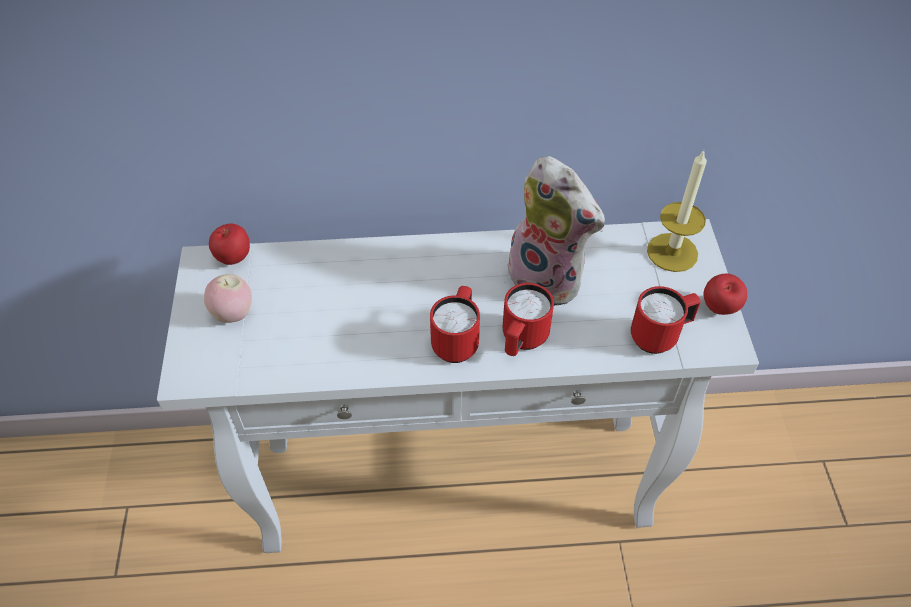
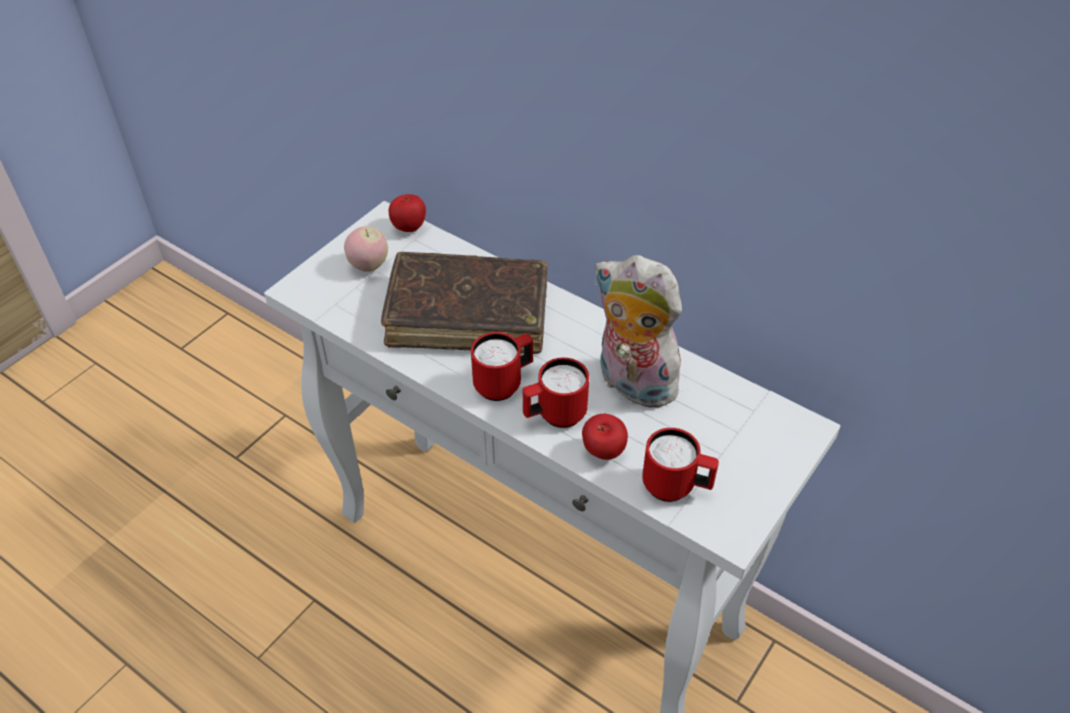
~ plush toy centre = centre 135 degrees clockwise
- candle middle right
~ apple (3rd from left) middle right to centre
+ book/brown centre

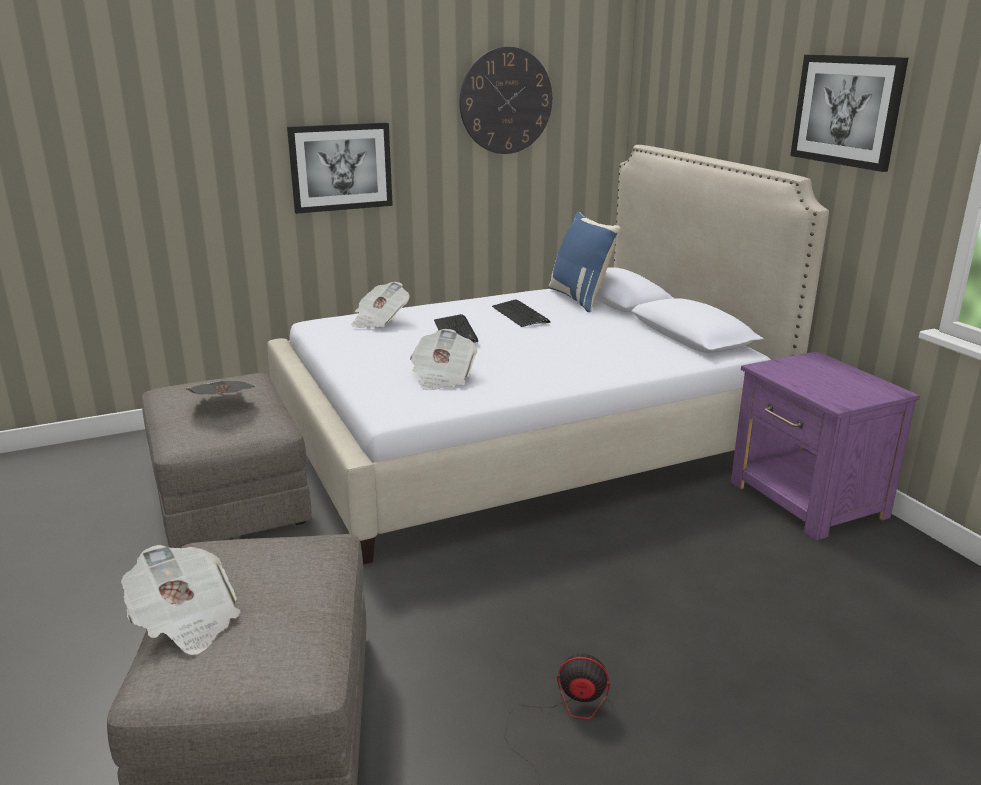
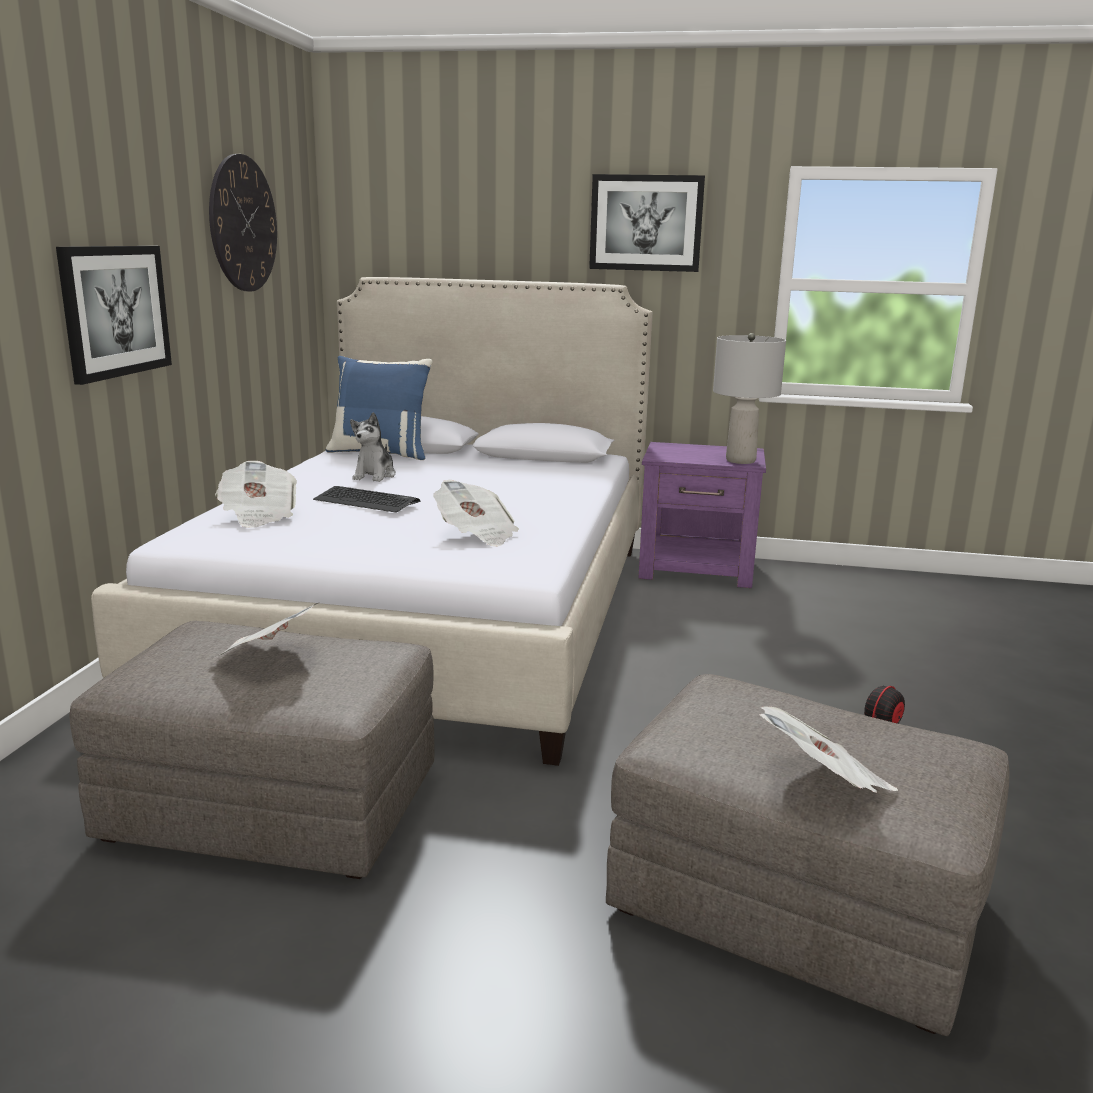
~ keyboard (2nd from left) centre to plush toy centre
+ table lamp/grey middle right

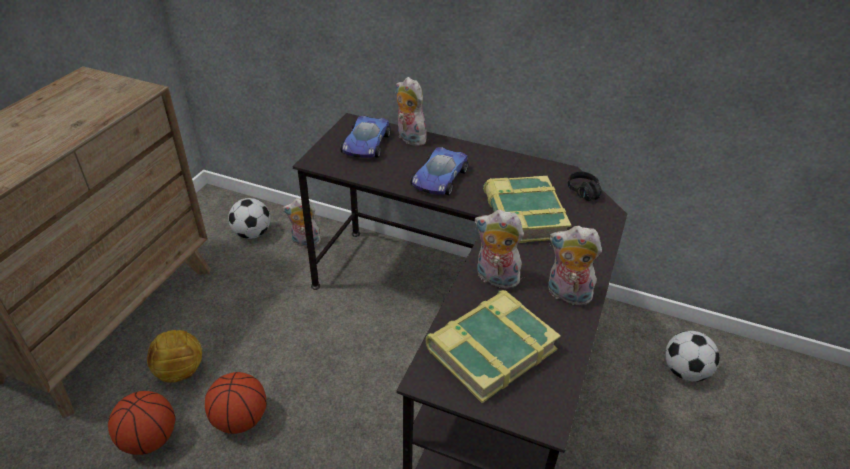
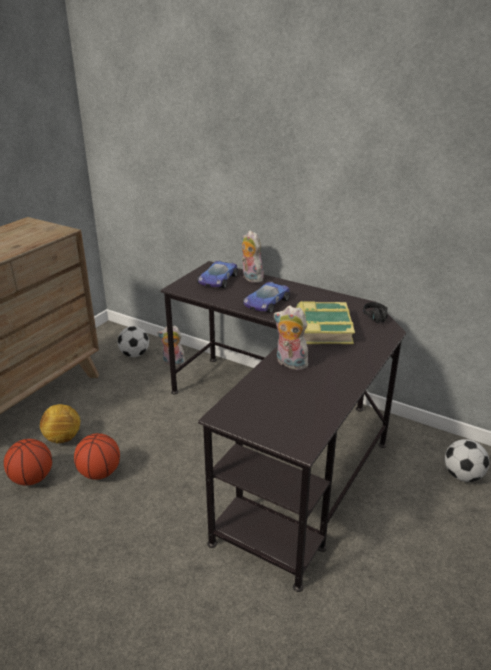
- book (1st from left) bottom centre
- plush toy (4th from left) middle right

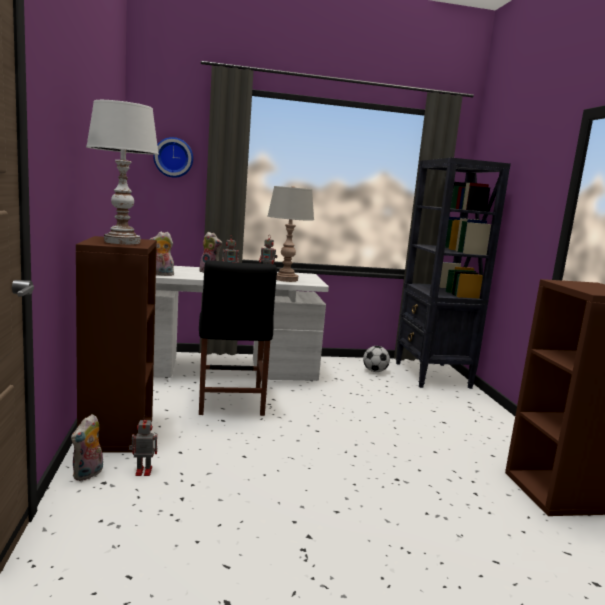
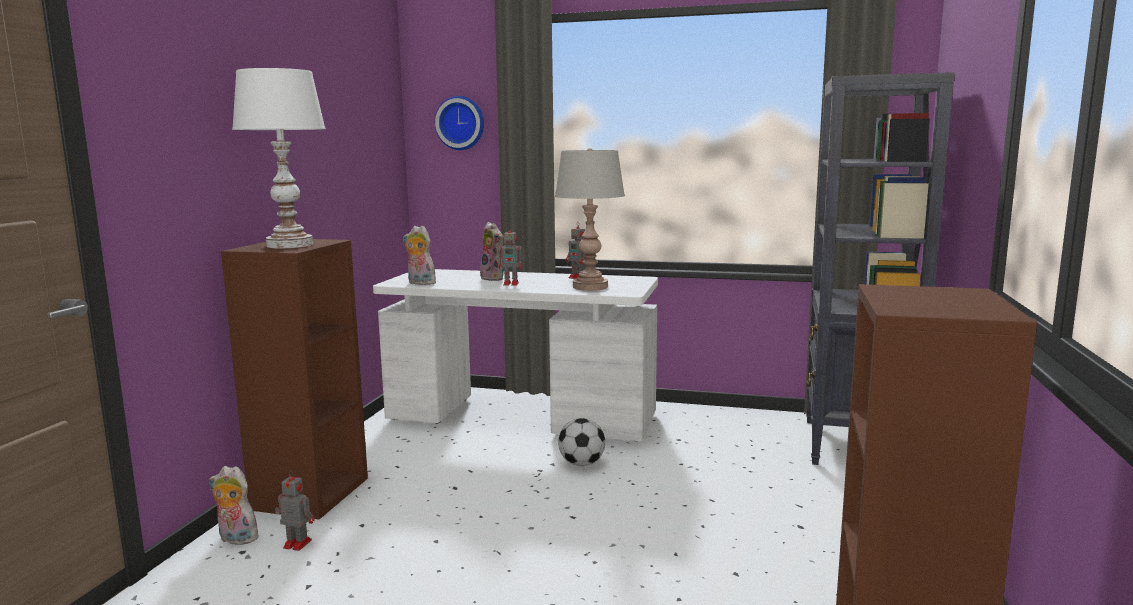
~ plush toy (1st from left) bottom left = bottom left 60 degrees clockwise
- chair/black centre
~ football centre to bottom centre

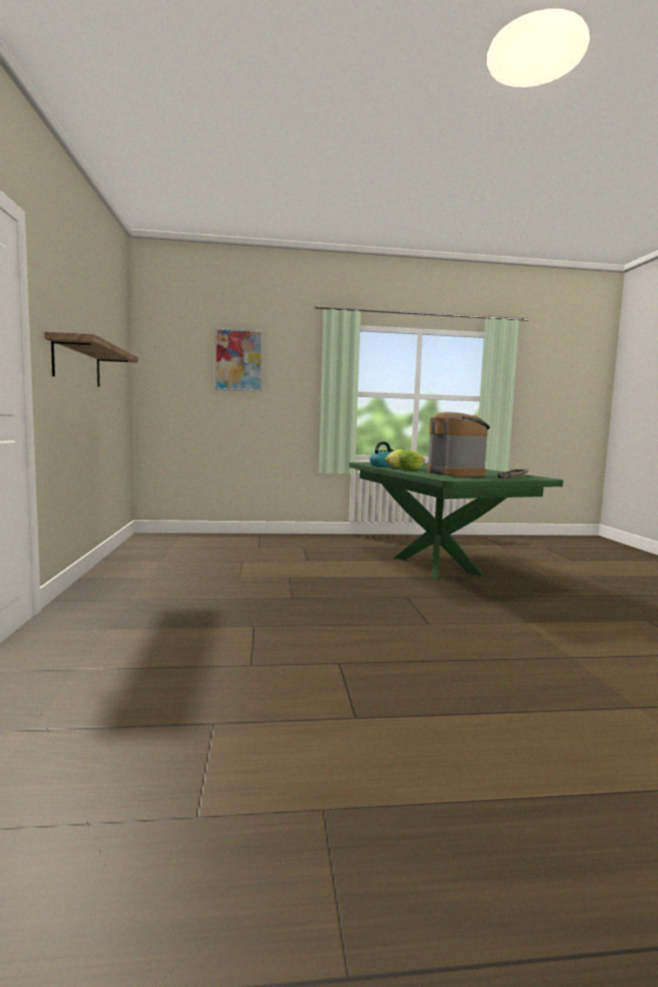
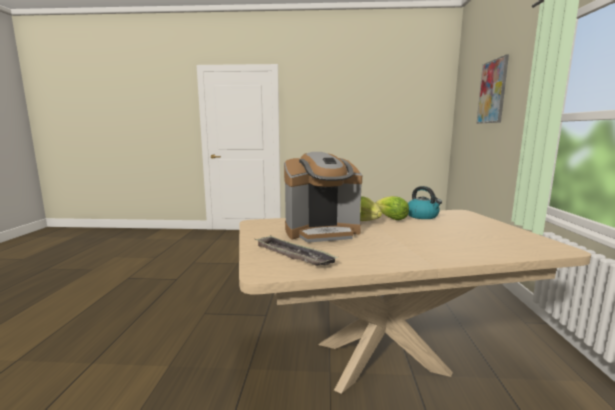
- shelf middle left
~ dining table/green middle right to dining table/beige bottom right

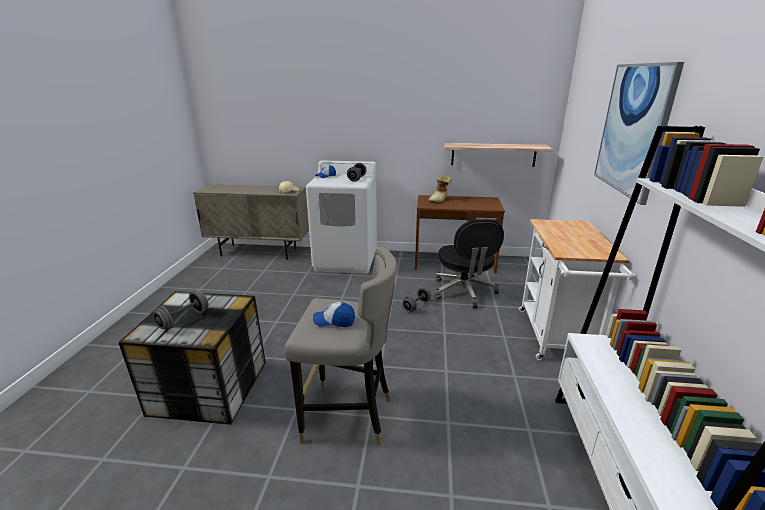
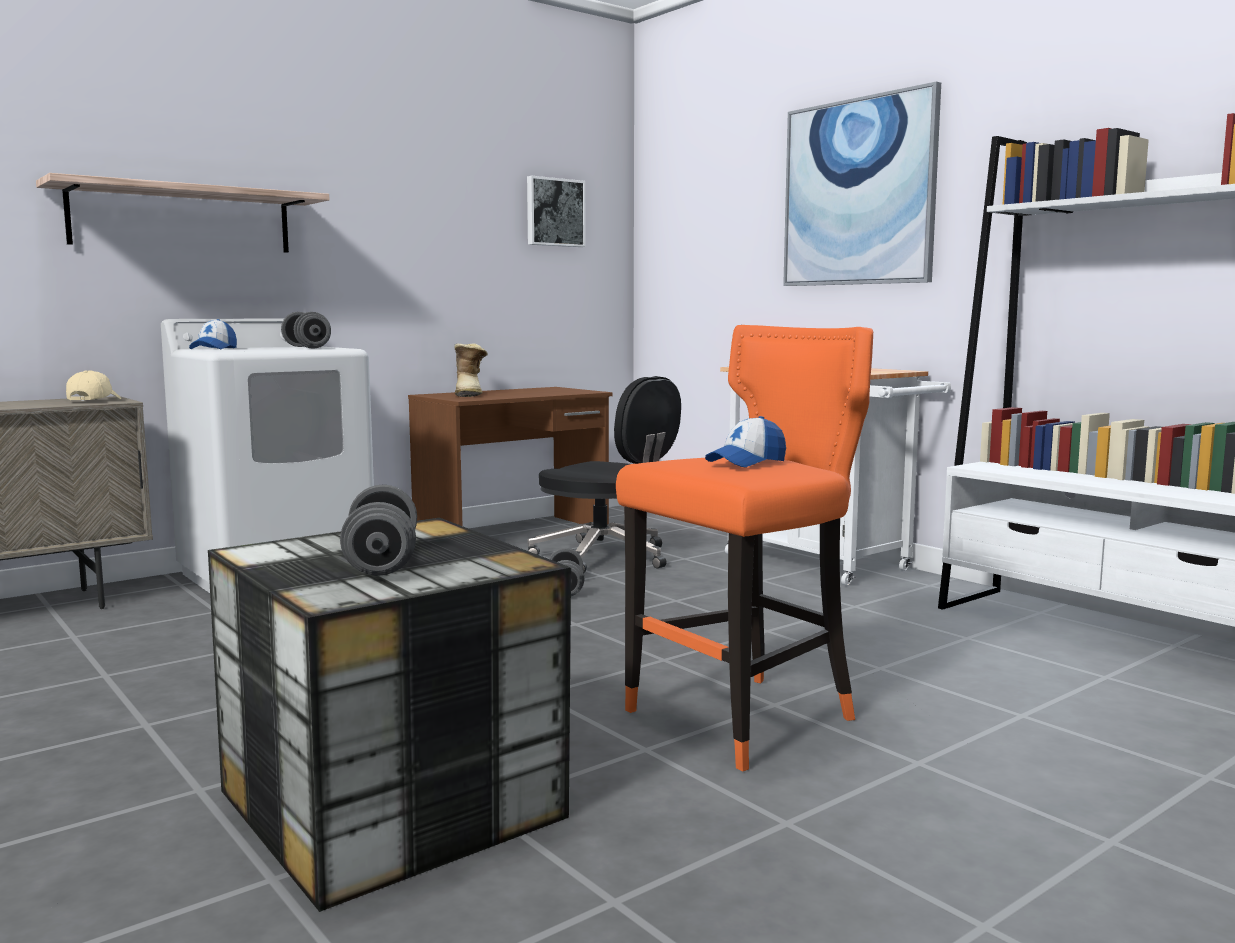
~ stool/grey bottom centre to stool/orange centre
~ shelf top centre to top left
+ picture (1st from left) top centre

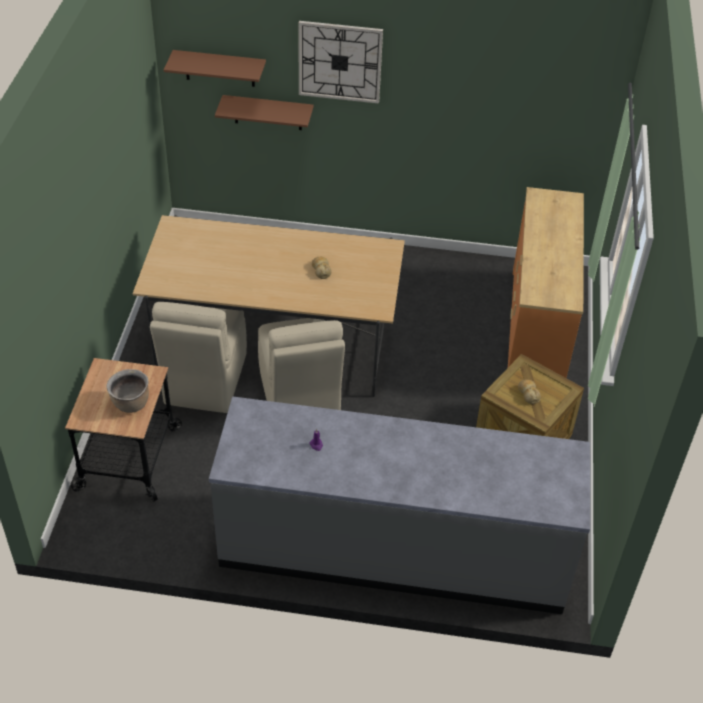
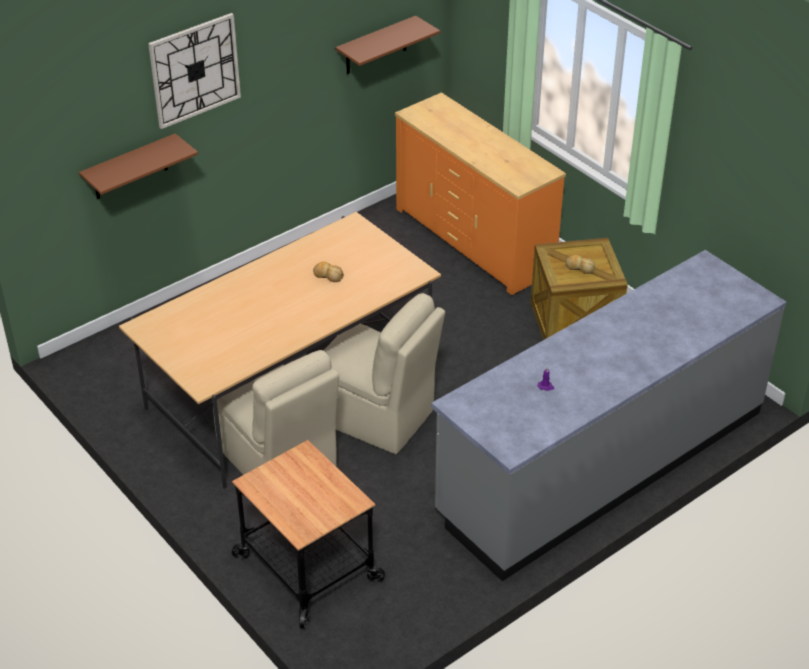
- cooking pot/brown middle left
~ shelf/brown (1st from left in the first image) top left to shelf/brown (2nd from left) top centre

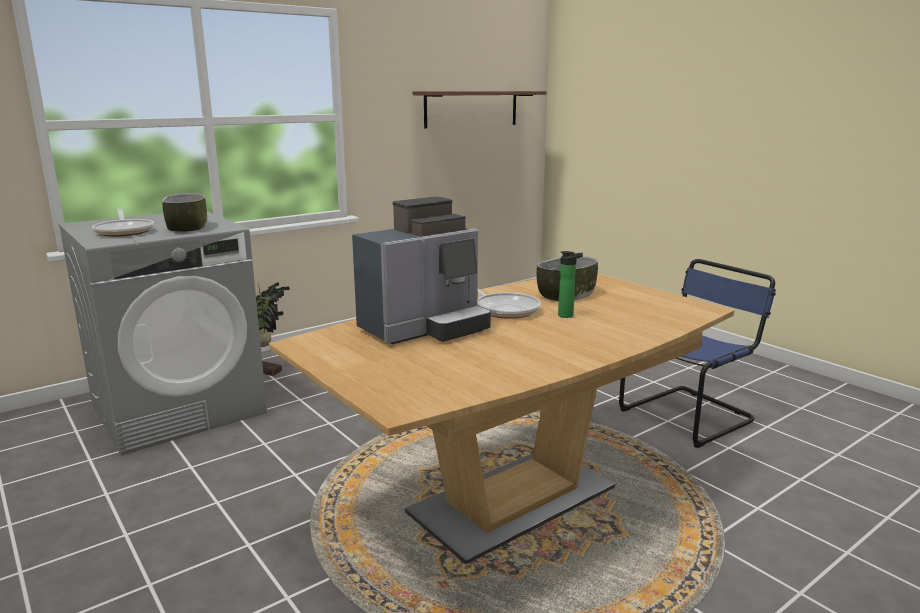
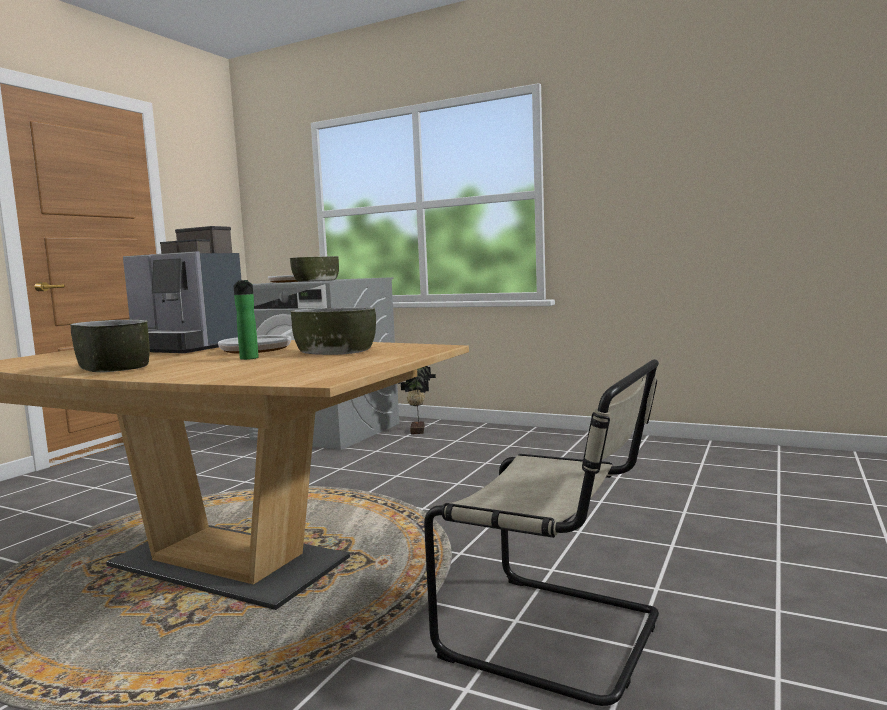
- shelf top centre
~ chair/blue middle right to chair/beige bottom centre
+ bowl (1st from left) middle left

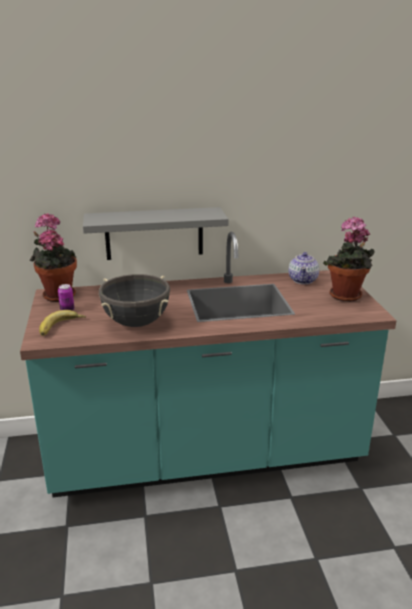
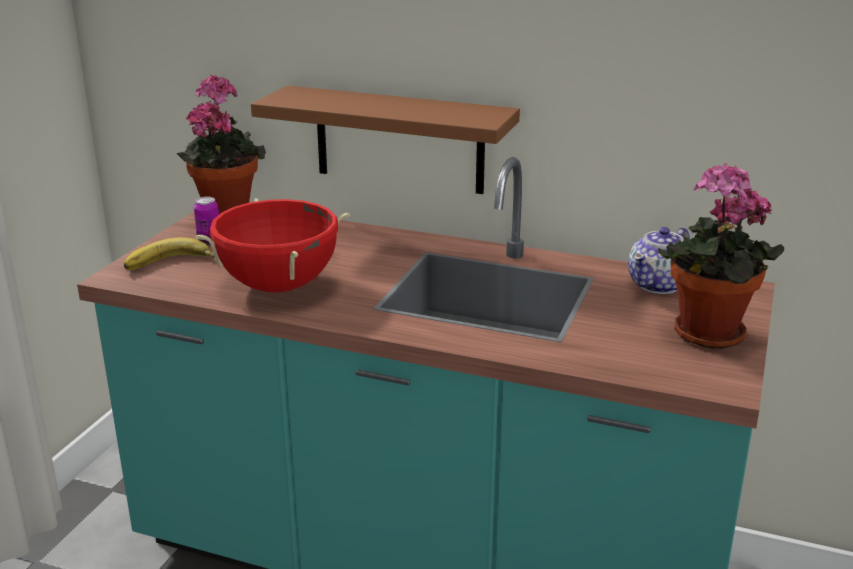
~ shelf/grey centre to shelf/brown top centre
~ cooking pot/black middle left to cooking pot/red middle left

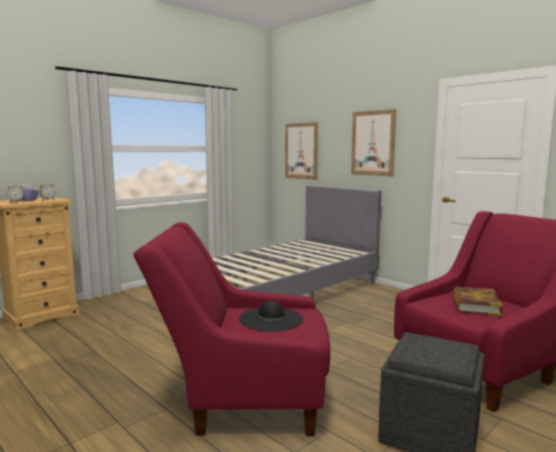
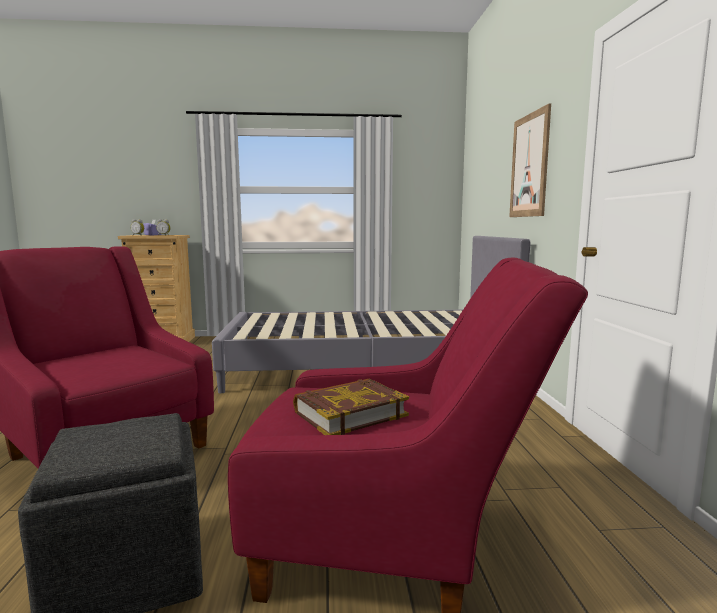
- hat/black bottom centre
- picture (1st from left) centre

